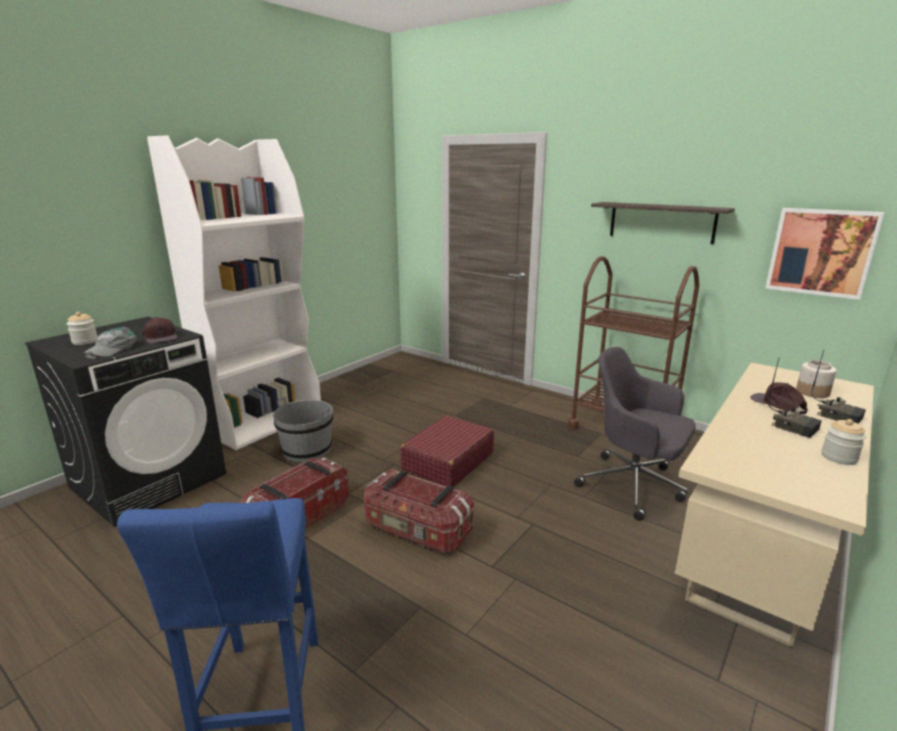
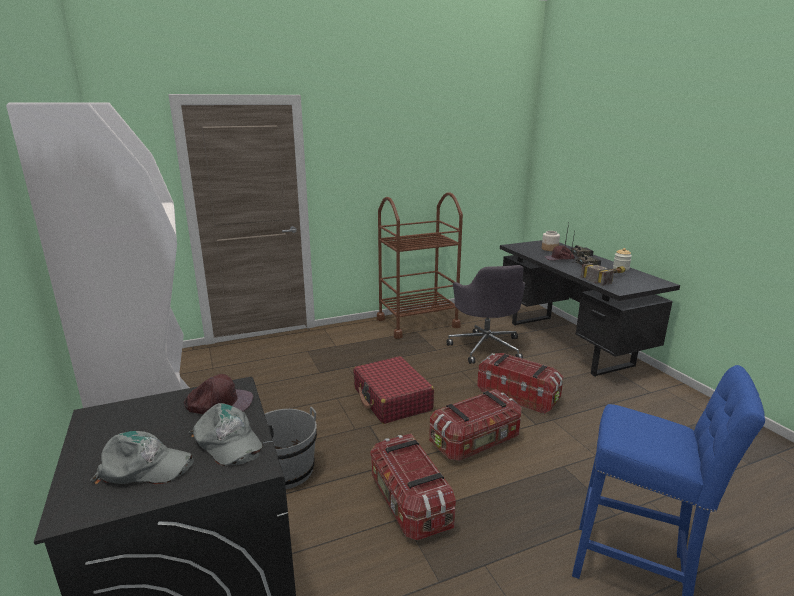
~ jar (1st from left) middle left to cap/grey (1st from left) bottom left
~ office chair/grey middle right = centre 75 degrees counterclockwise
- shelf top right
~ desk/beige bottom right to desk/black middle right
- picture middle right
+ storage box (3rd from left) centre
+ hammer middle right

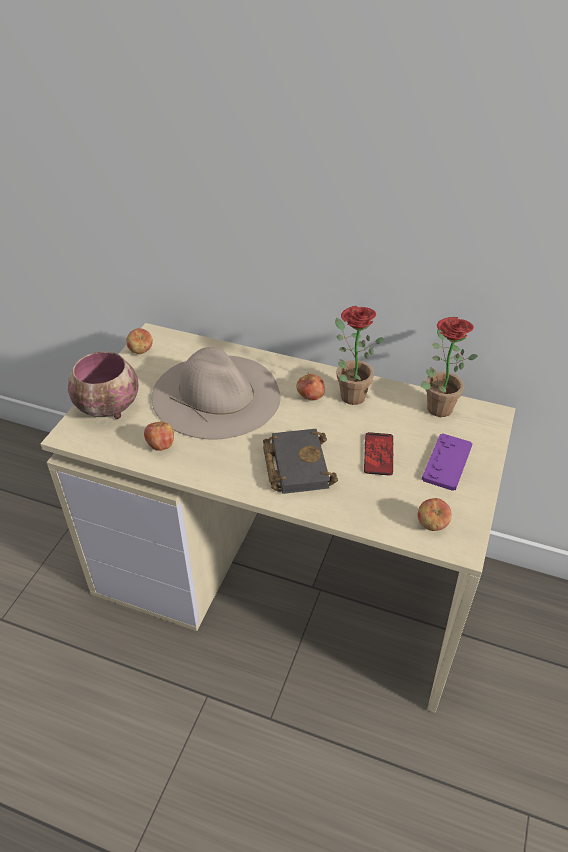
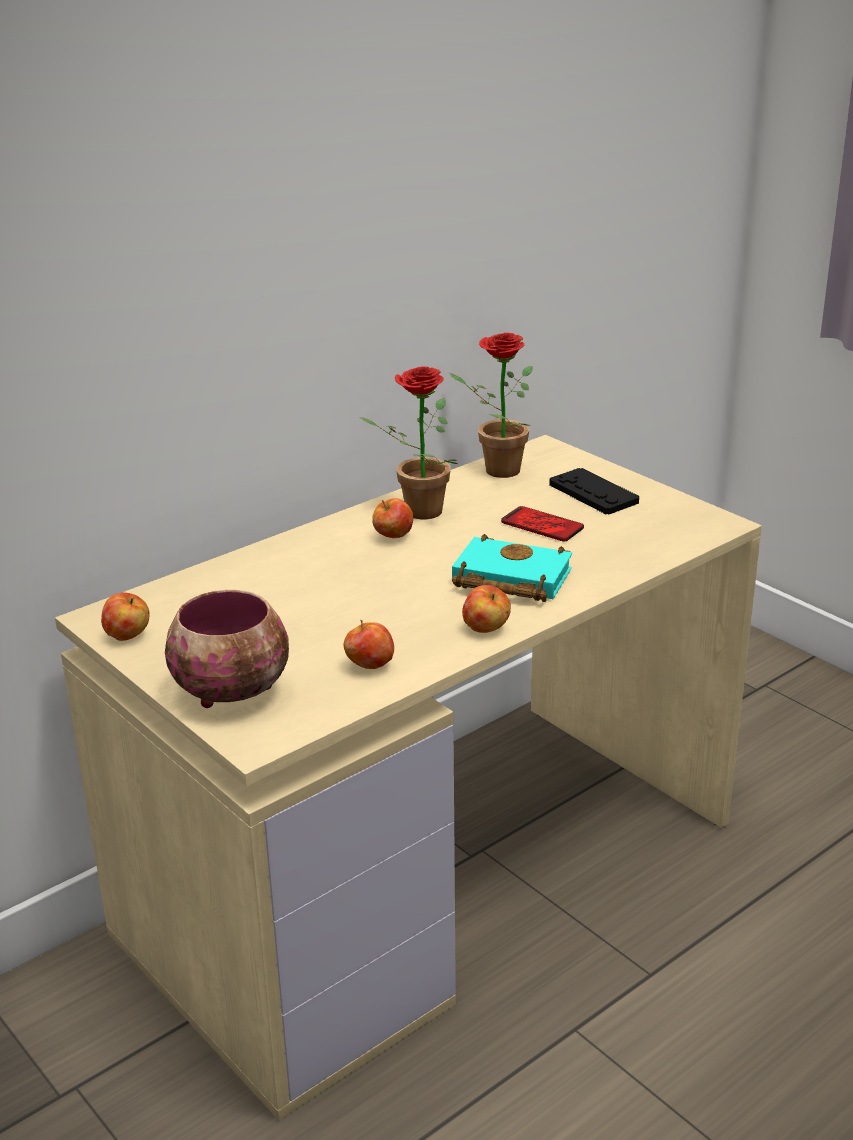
- hat/beige centre
~ book/black centre to book/turquoise centre
~ apple (4th from left) middle right to centre
~ game controller/purple middle right to game controller/black middle right

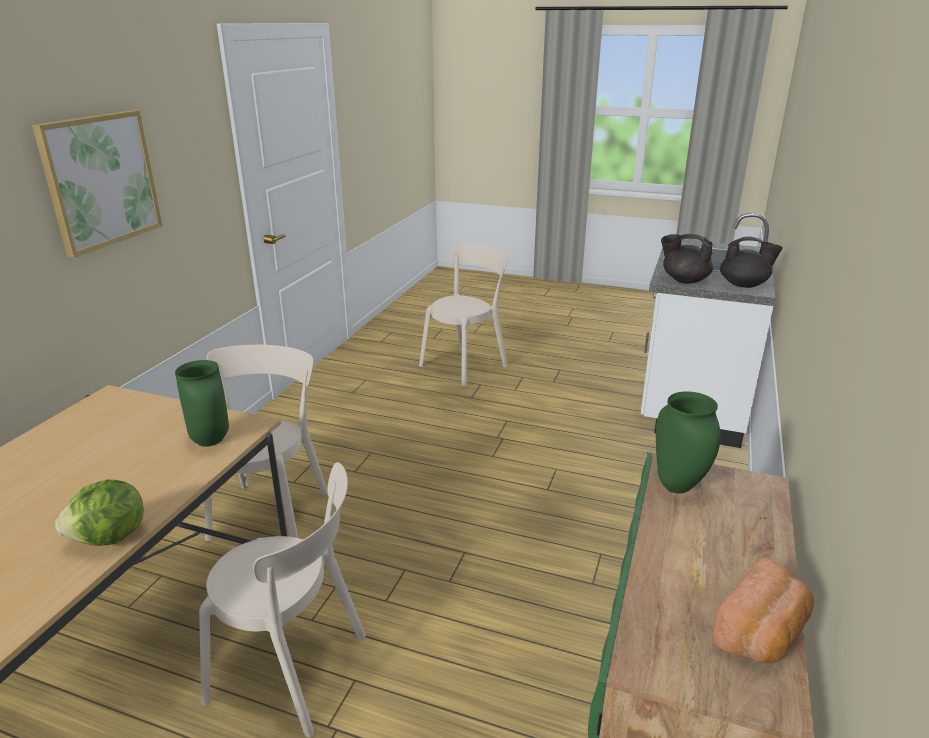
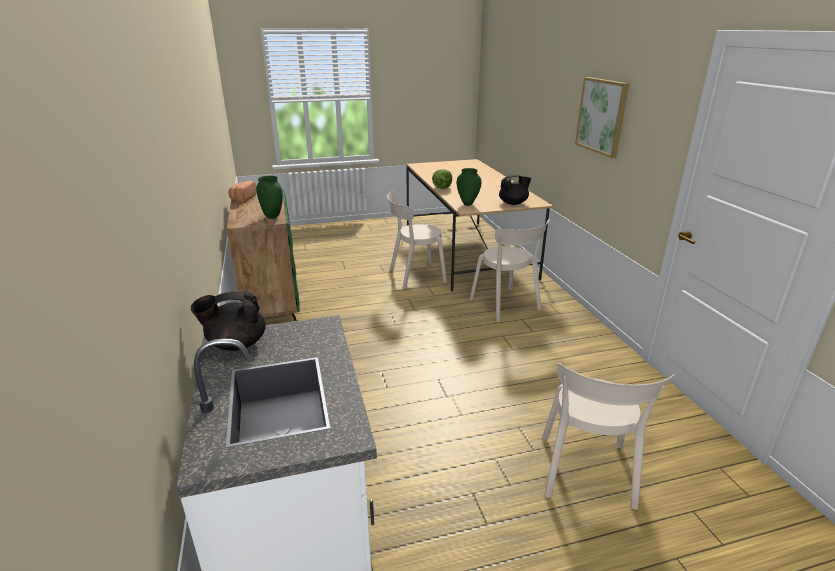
~ teapot/black (1st from left in the first image) middle right to teapot/black (2nd from left) top centre

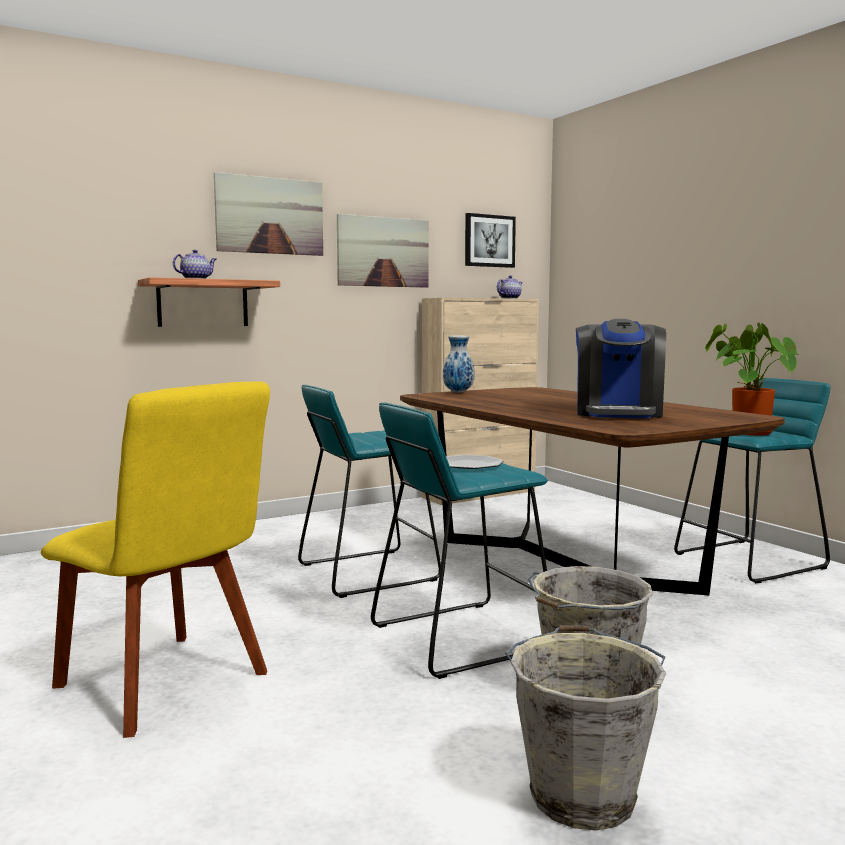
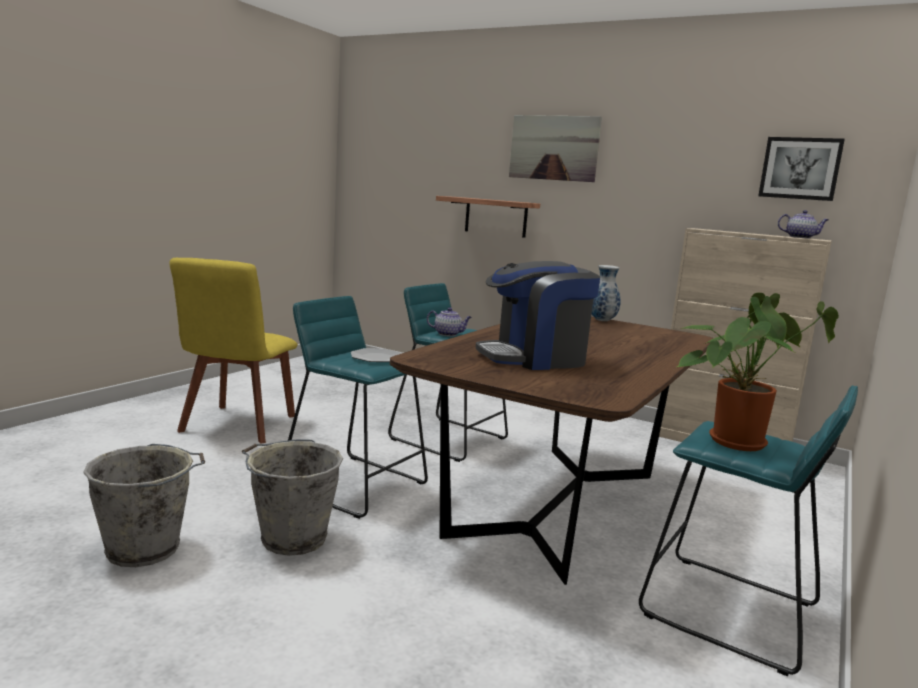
~ teapot (1st from left) top left to centre
- picture (2nd from left) top centre

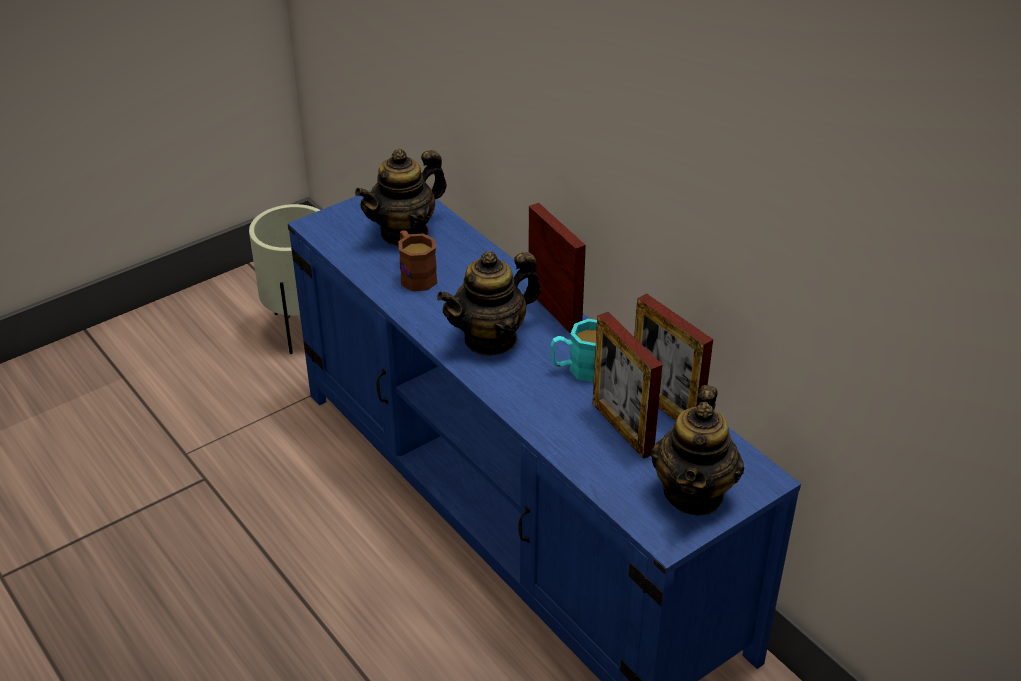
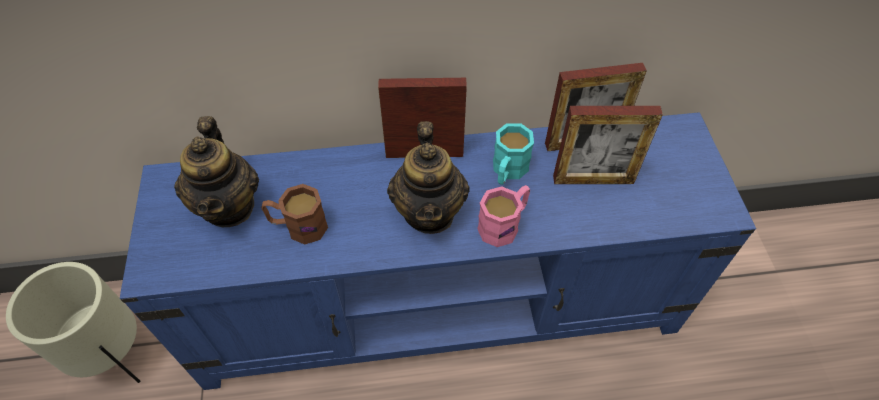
- teapot (3rd from left) middle right
+ mug/pink centre

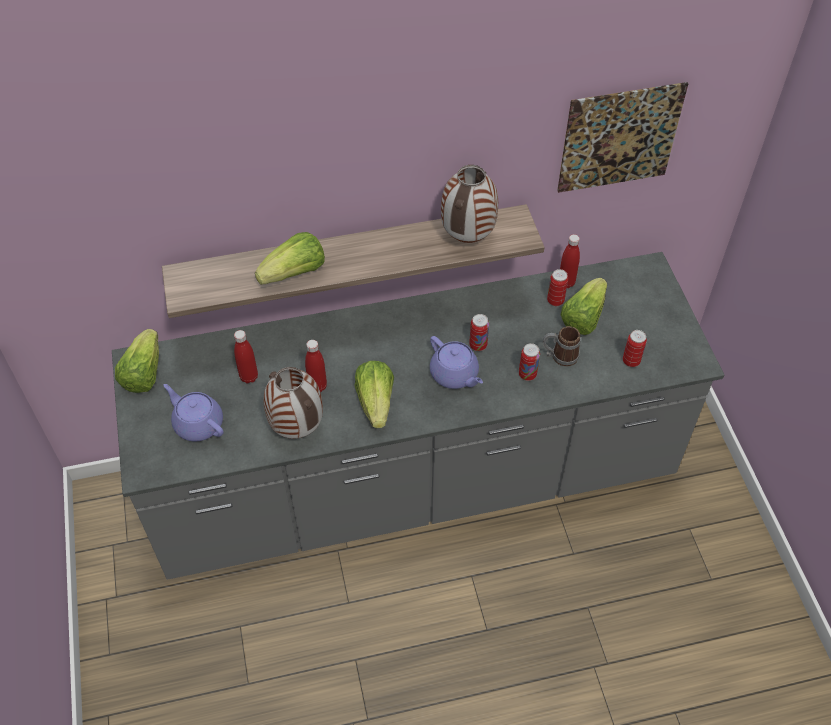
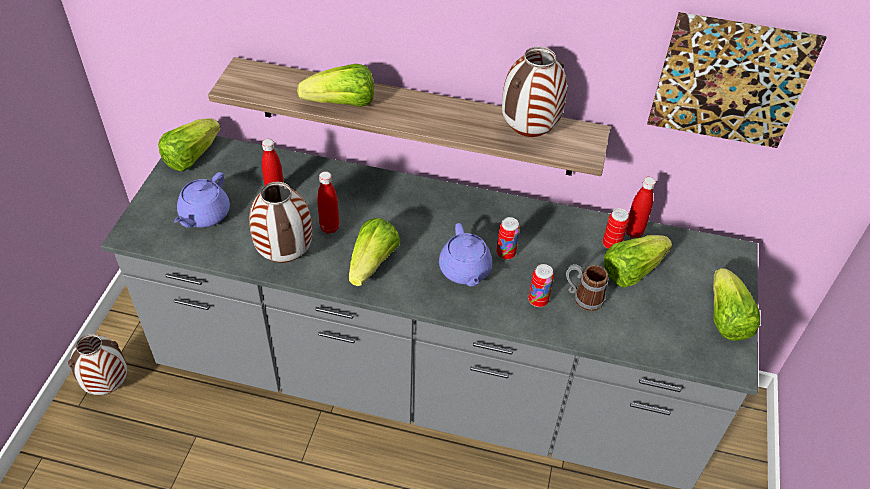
~ teapot/purple (1st from left) middle left = middle left 135 degrees counterclockwise
- can (4th from left) middle right
+ vase (1st from left) bottom left
+ lettuce (5th from left) middle right

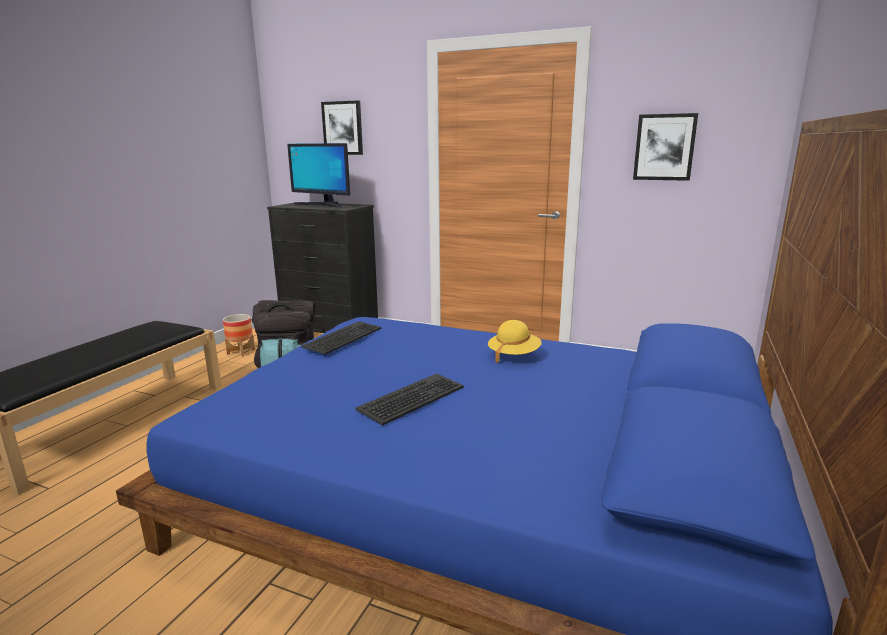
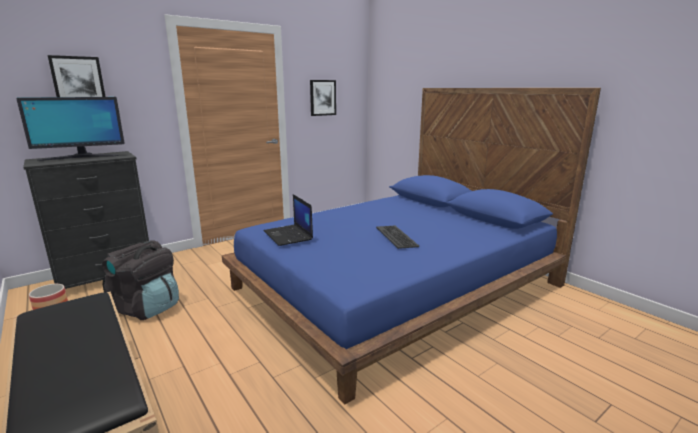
~ keyboard (1st from left) centre to laptop centre
- hat/yellow centre

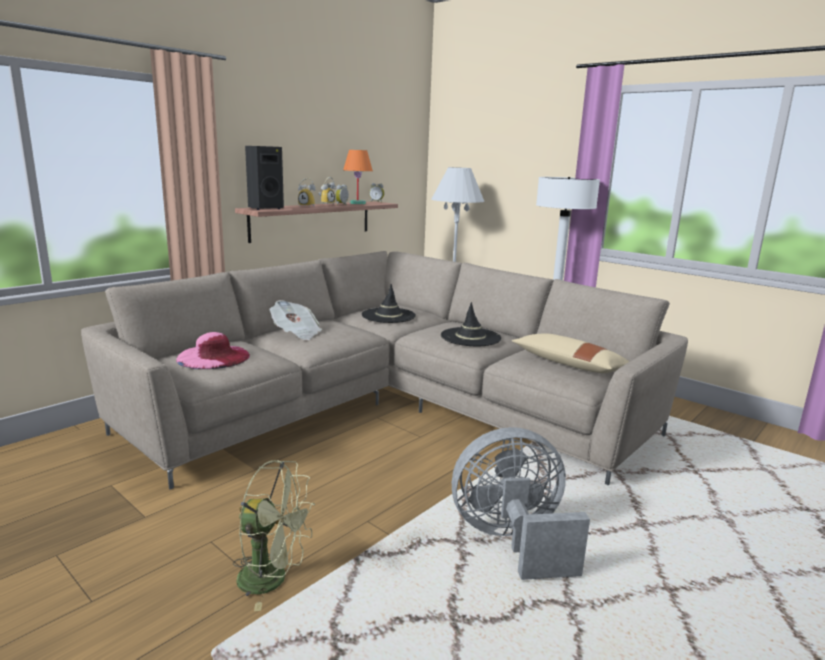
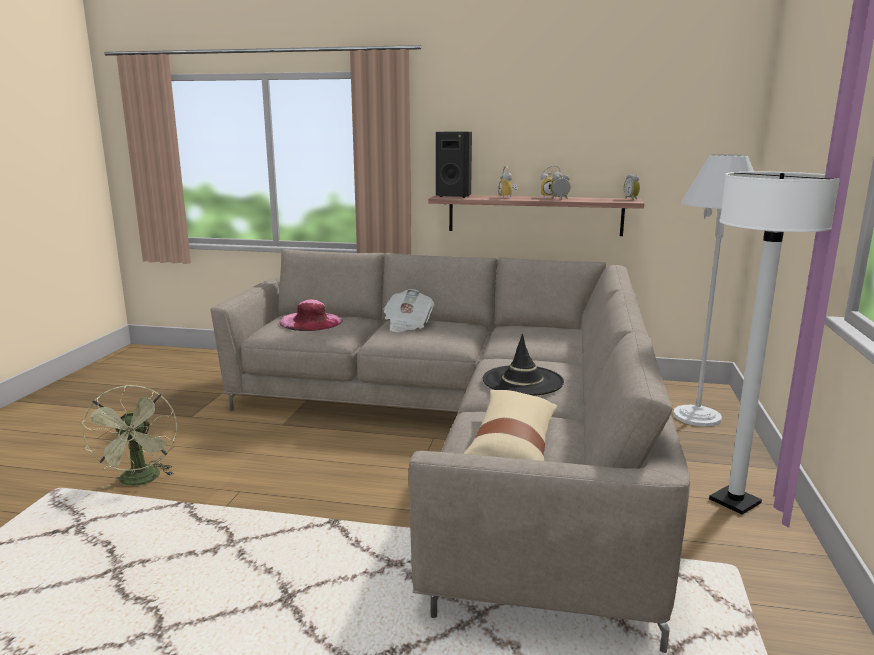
- table lamp/orange top centre
- hat/black (1st from left) centre
- fan/grey bottom centre

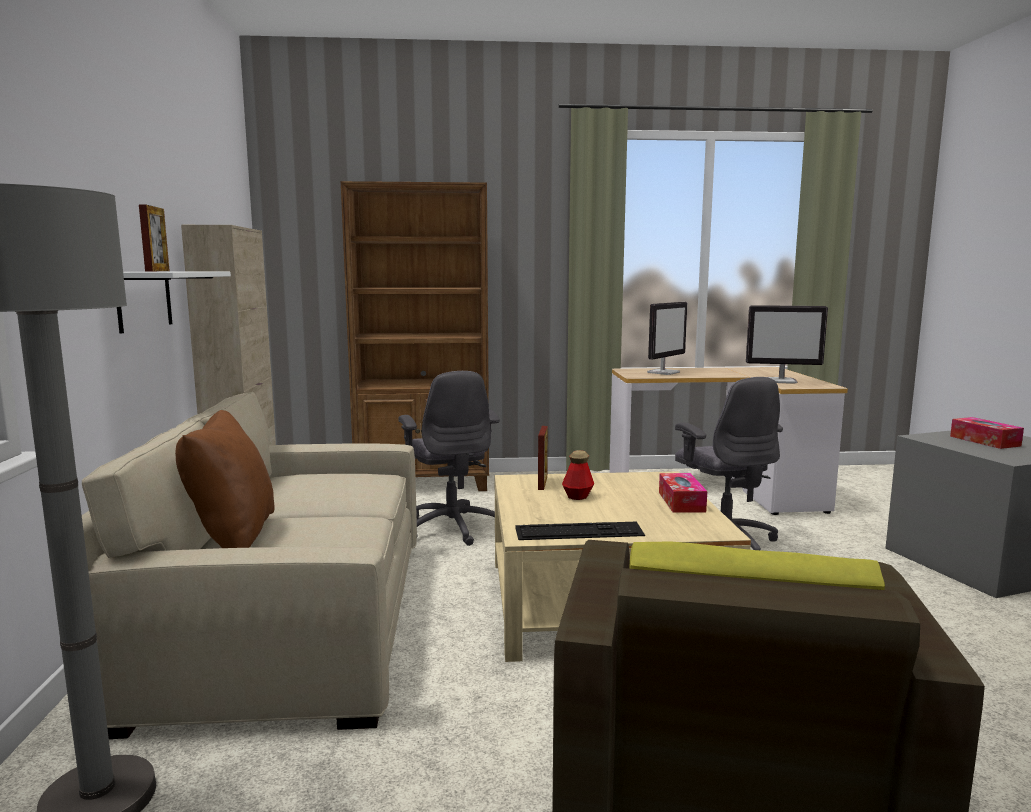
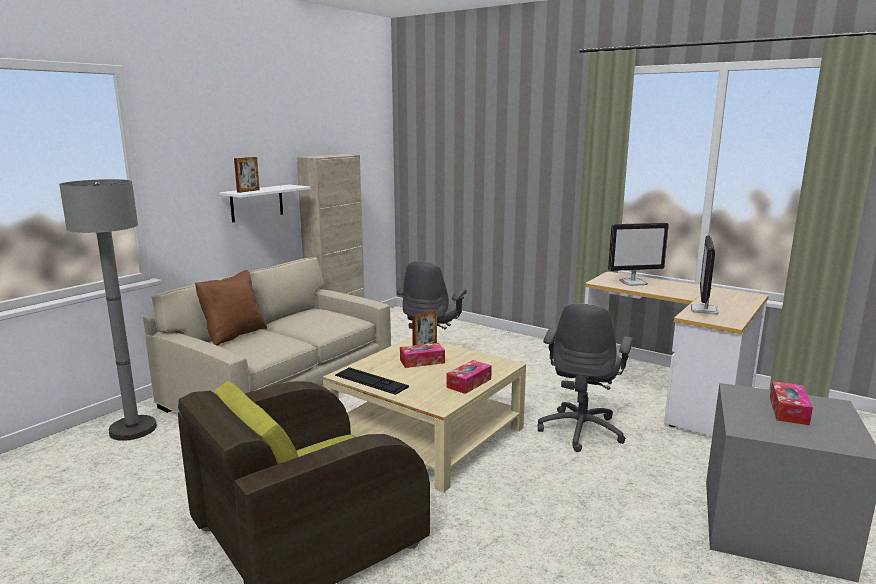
- bookcase/brown centre
~ bottle centre to tissue box (1st from left) centre
~ monitor (2nd from left) middle right = middle right 60 degrees clockwise

